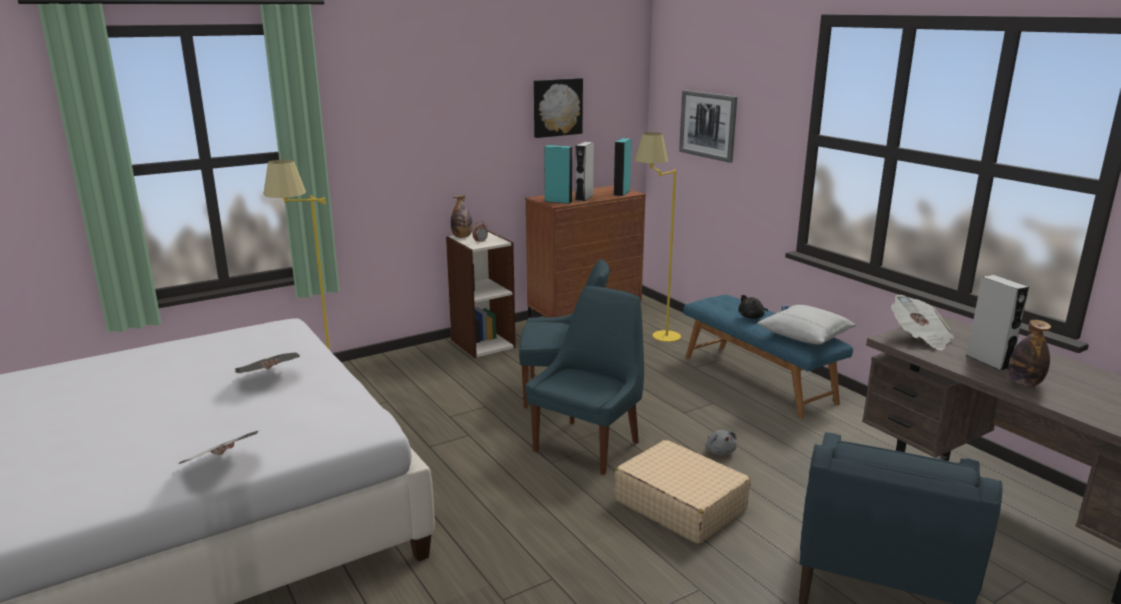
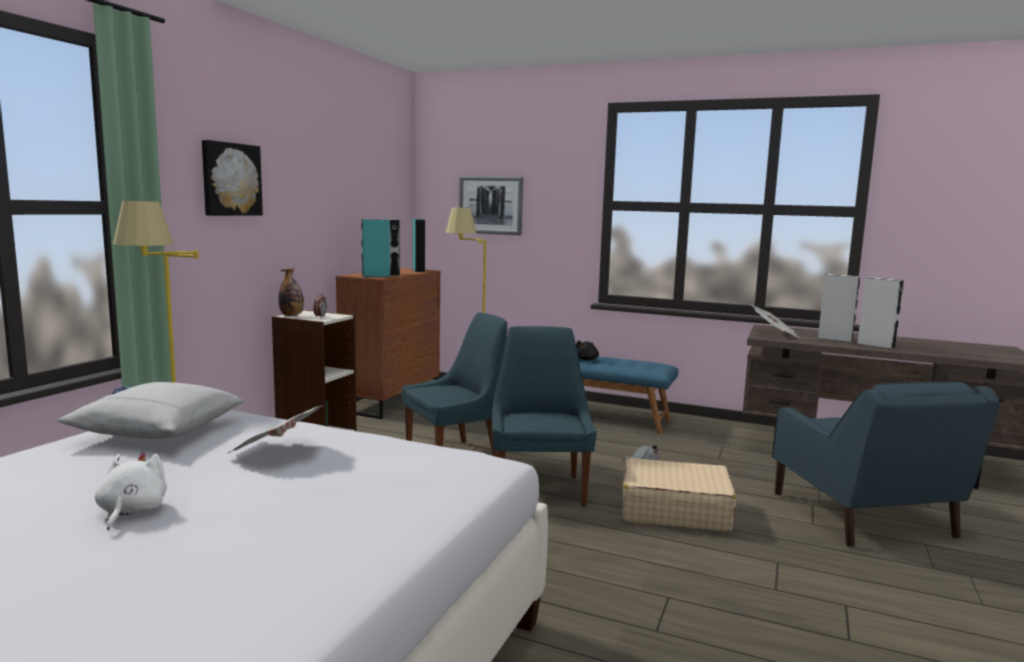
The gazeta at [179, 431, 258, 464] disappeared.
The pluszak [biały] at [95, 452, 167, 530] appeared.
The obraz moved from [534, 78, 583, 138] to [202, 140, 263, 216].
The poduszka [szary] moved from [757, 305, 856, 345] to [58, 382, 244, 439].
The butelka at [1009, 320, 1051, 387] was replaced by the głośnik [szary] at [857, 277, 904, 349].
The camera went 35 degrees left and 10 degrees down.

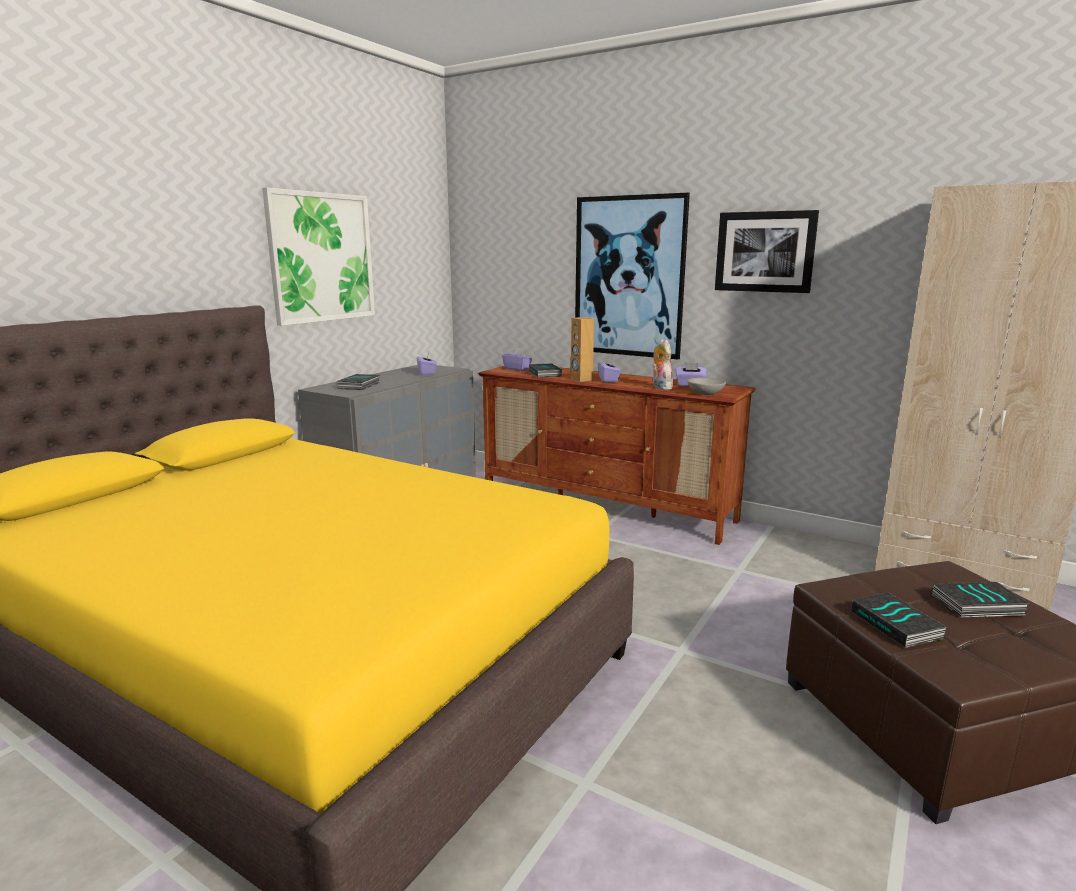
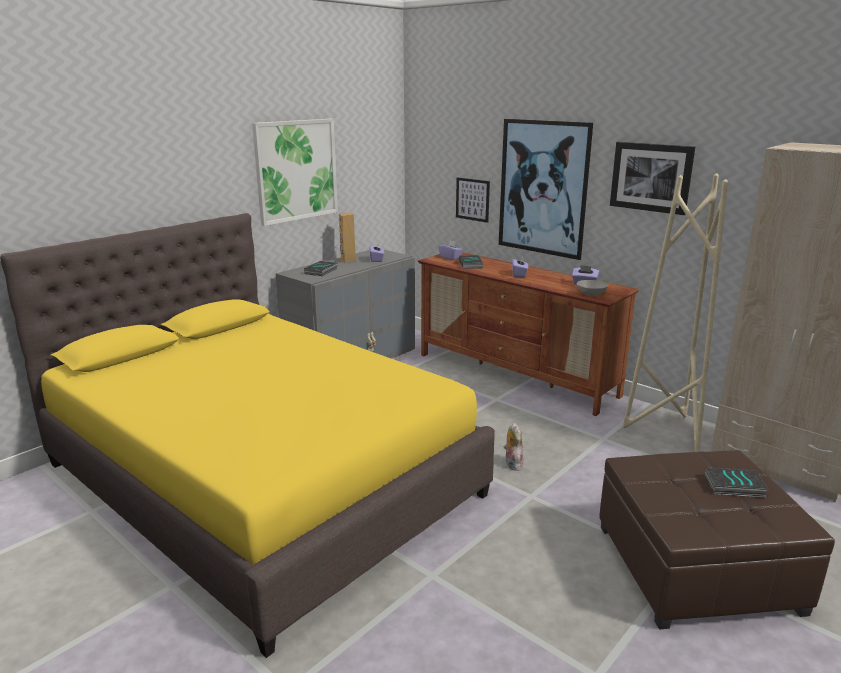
The książka at [851, 592, 948, 648] disappeared.
The obraz at [456, 177, 490, 223] appeared.
The wieszak [beżowy] at [623, 173, 728, 452] appeared.
The głośnik [brązowy] moved from [571, 317, 594, 382] to [339, 213, 356, 263].
The pluszak moved from [652, 339, 673, 390] to [504, 423, 524, 471].
The camera went 10 degrees right and 5 degrees up.

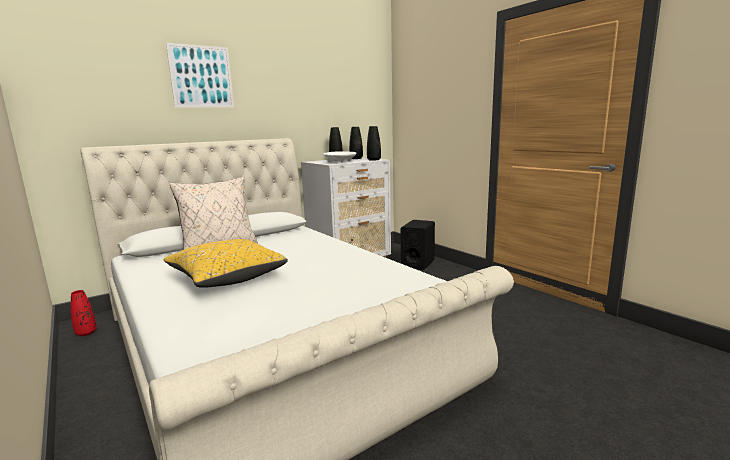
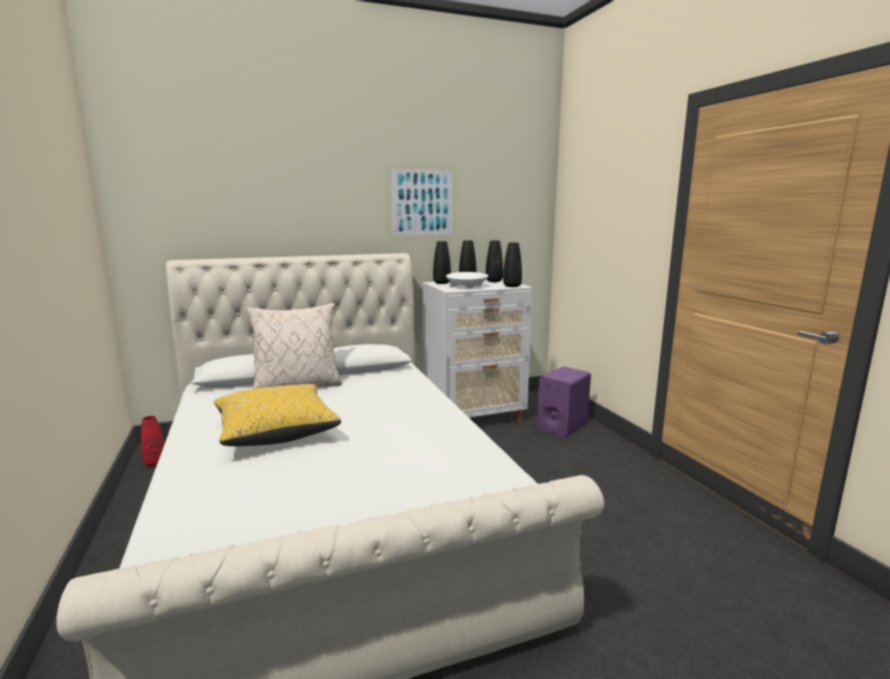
The wazon [czarny] at [433, 241, 451, 284] appeared.
The obraz moved from [166, 43, 234, 107] to [391, 169, 453, 235].
The głośnik [czarny] at [401, 220, 435, 270] became the głośnik [fioletowy] at [537, 366, 591, 437].
The camera went 15 degrees right and 0 degrees up.

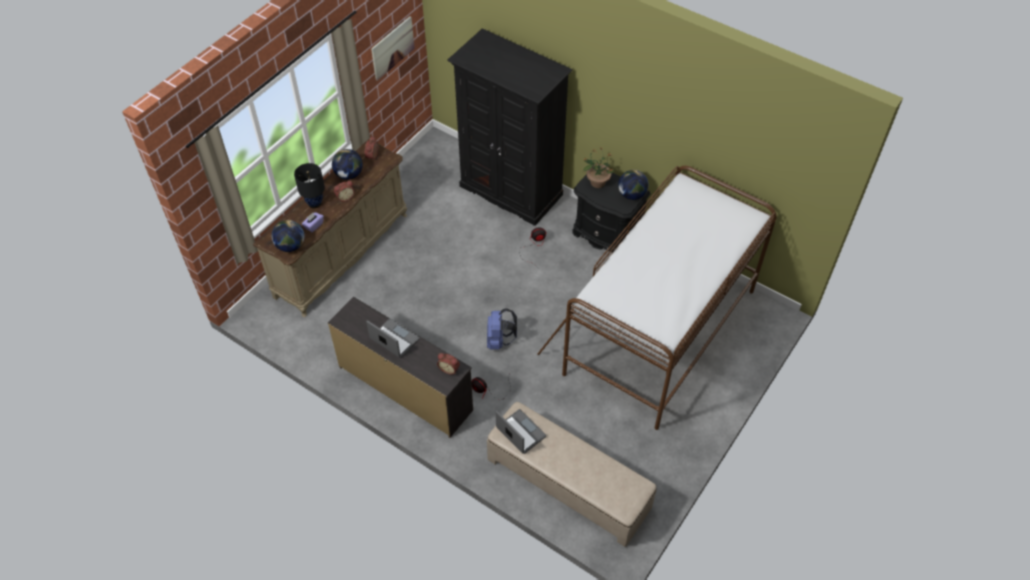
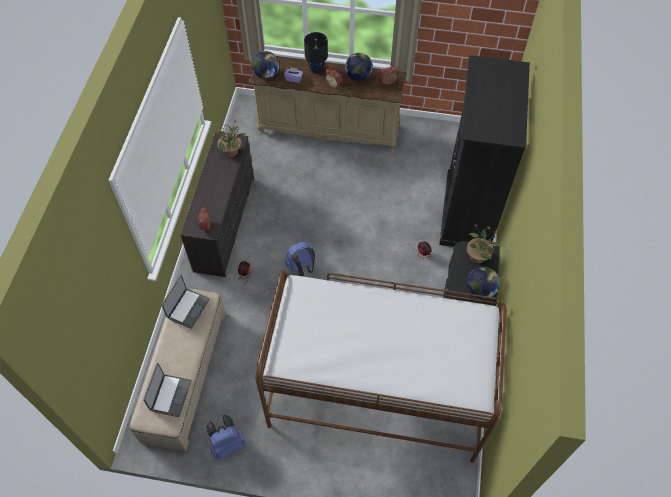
The obraz at [371, 16, 415, 81] disappeared.
The plecak [niebieski] at [207, 415, 246, 460] appeared.
The roślina doniczkowa at [211, 119, 246, 157] appeared.
The laptop moved from [366, 318, 420, 358] to [143, 363, 192, 417].
The camera went 65 degrees right and 5 degrees up.

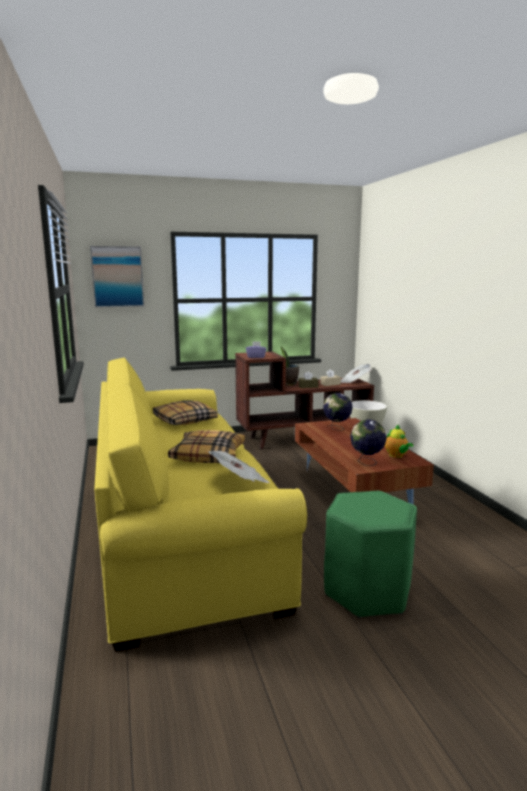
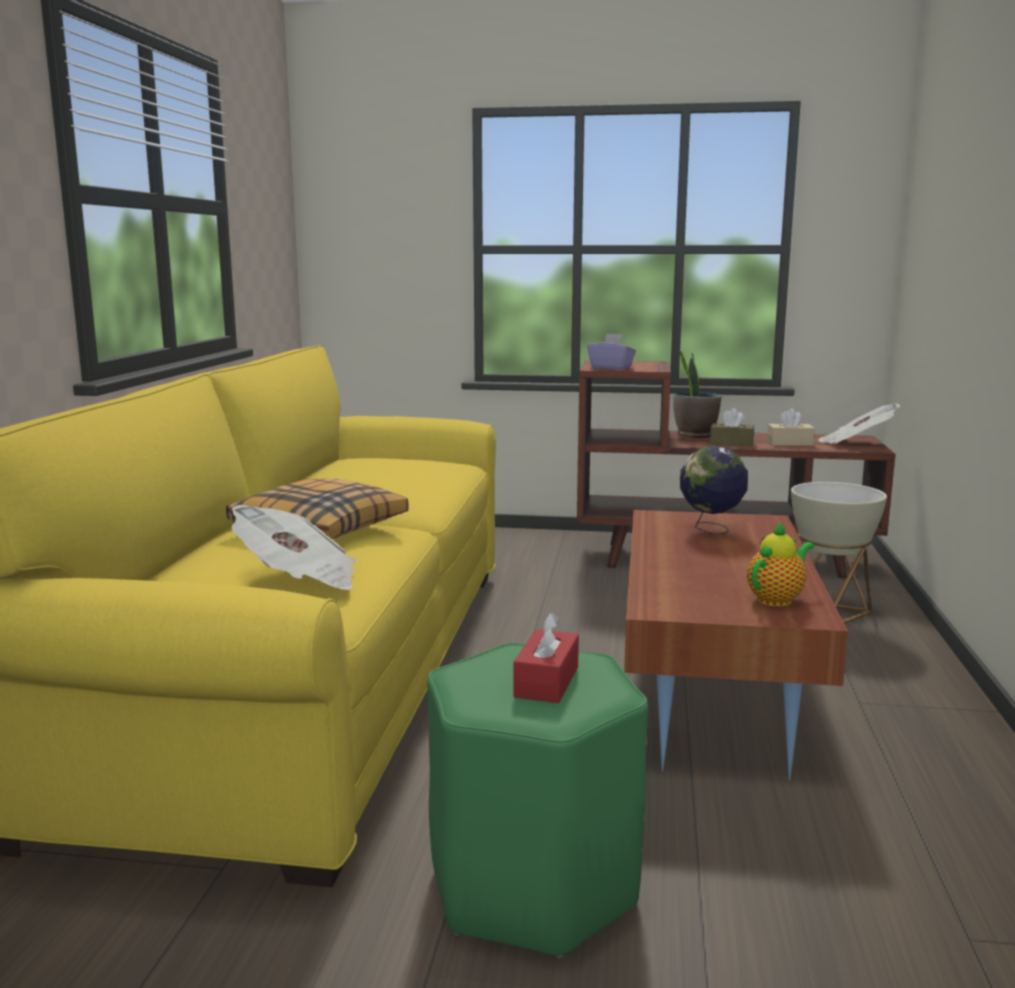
The obraz at [90, 246, 144, 308] disappeared.
The poduszka at [153, 400, 218, 425] disappeared.
The globus at [350, 420, 387, 466] disappeared.
The pudełko chusteczek [czerwony] at [513, 613, 579, 703] appeared.
The imbryk at [385, 424, 414, 458] turned 135 degrees counterclockwise.
The camera went 25 degrees right and 0 degrees up.

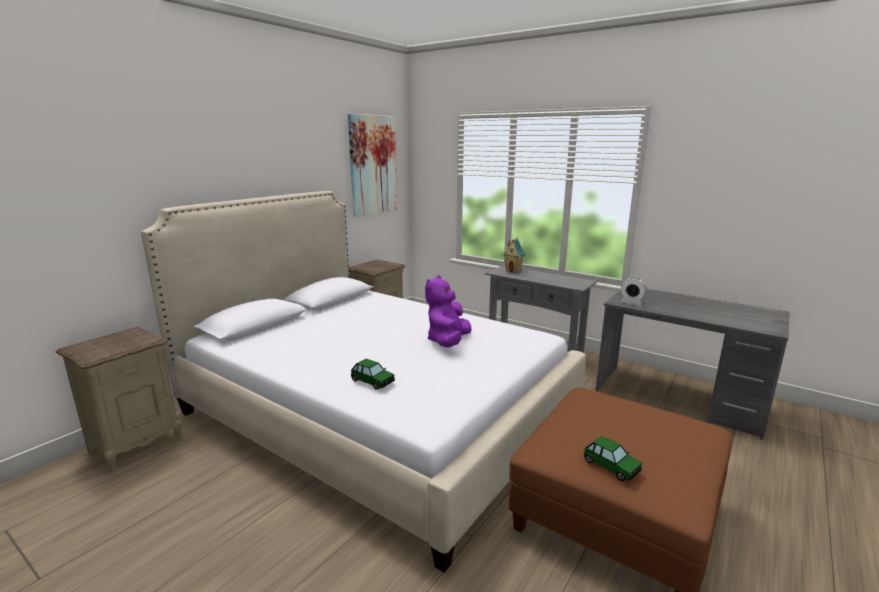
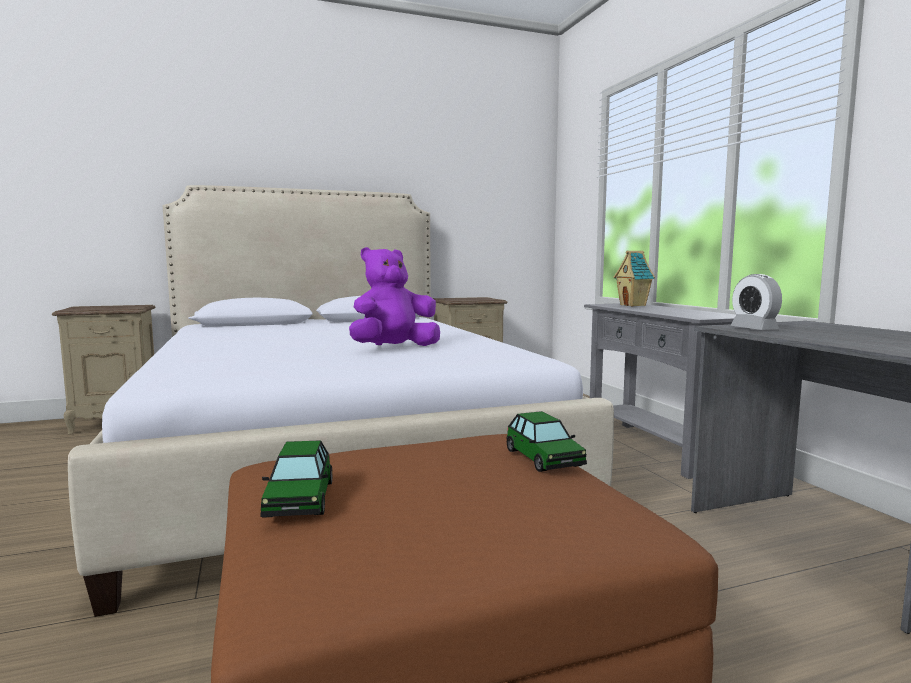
The obraz at [348, 114, 397, 217] disappeared.
The samochodzik moved from [351, 359, 395, 390] to [507, 411, 587, 472].
The camera went 35 degrees right and 10 degrees down.

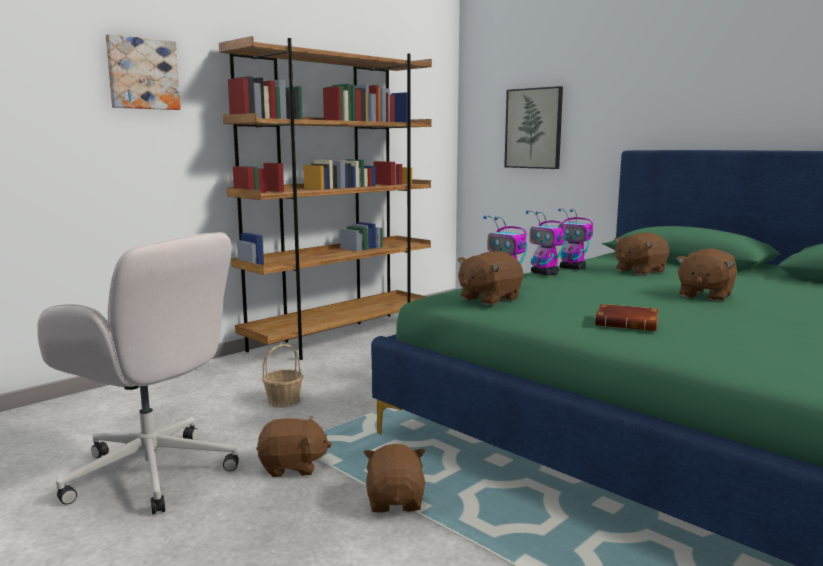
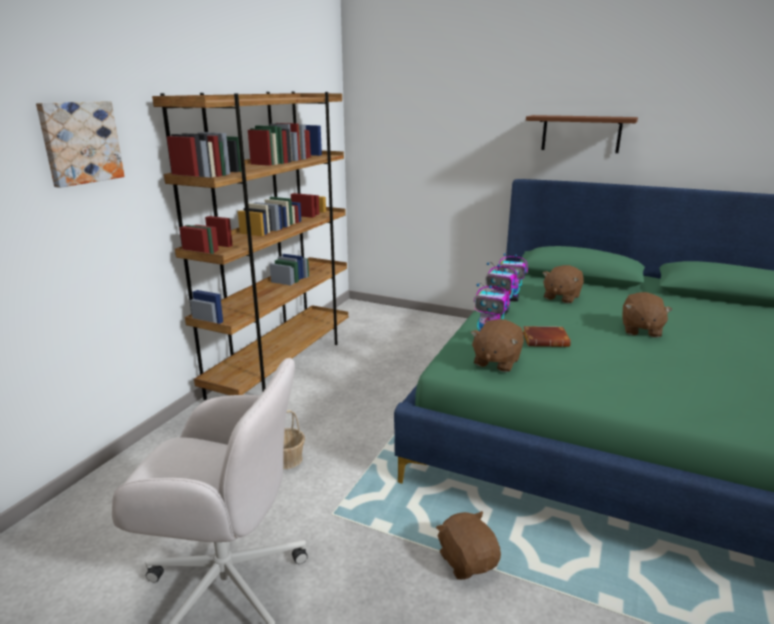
The pluszak [brązowy] at [256, 416, 332, 477] disappeared.
The obraz at [504, 86, 563, 169] disappeared.
The półka [brązowy] at [526, 115, 638, 153] appeared.
The książka [brązowy] moved from [595, 304, 659, 331] to [523, 326, 571, 347].
The camera went 20 degrees left and 10 degrees up.

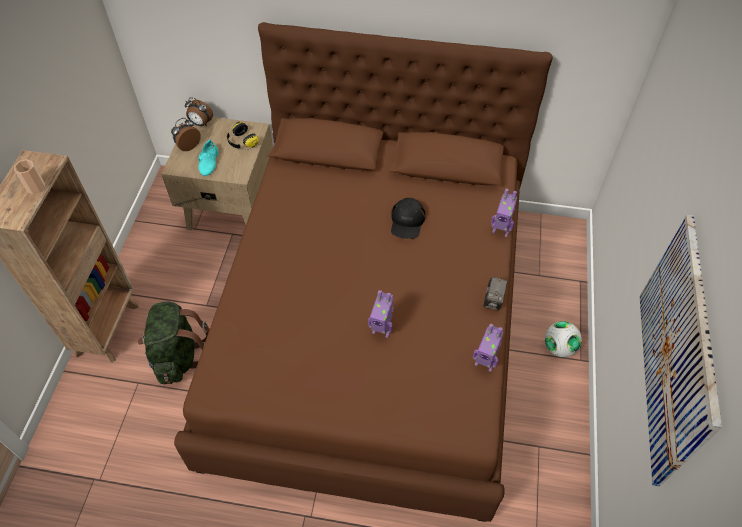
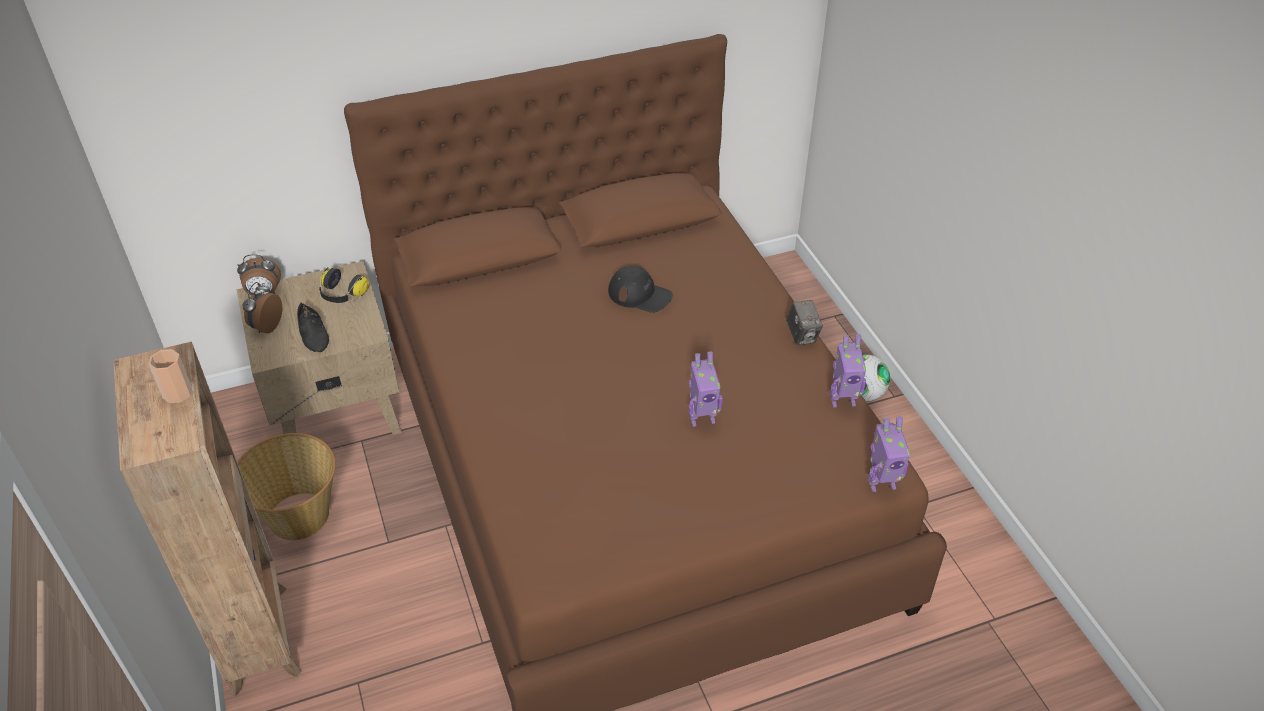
The plecak [zielony] at [137, 302, 210, 384] disappeared.
The obraz at [640, 215, 722, 486] disappeared.
The koszyk at [237, 433, 336, 540] appeared.
The robot zabawkowy moved from [491, 189, 517, 237] to [868, 416, 910, 492].
The but [turkusowy] at [198, 140, 219, 176] became the but [czarny] at [297, 302, 329, 352].
The czapka z daszkiem [czarny] at [391, 198, 426, 239] turned 45 degrees counterclockwise.
The camera went 30 degrees left and 10 degrees down.

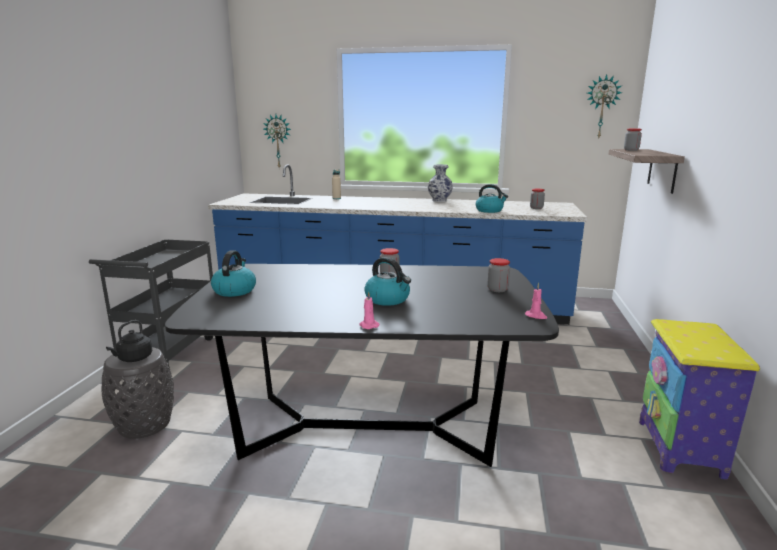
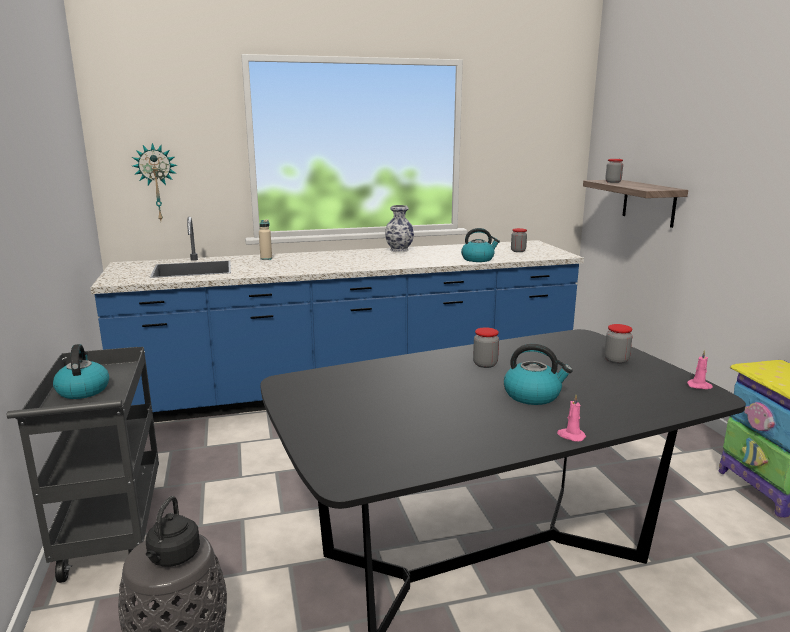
The zegar ścienny at [587, 75, 622, 139] disappeared.
The czajnik moved from [211, 250, 256, 297] to [53, 344, 109, 399].
The camera went 25 degrees left and 0 degrees up.

